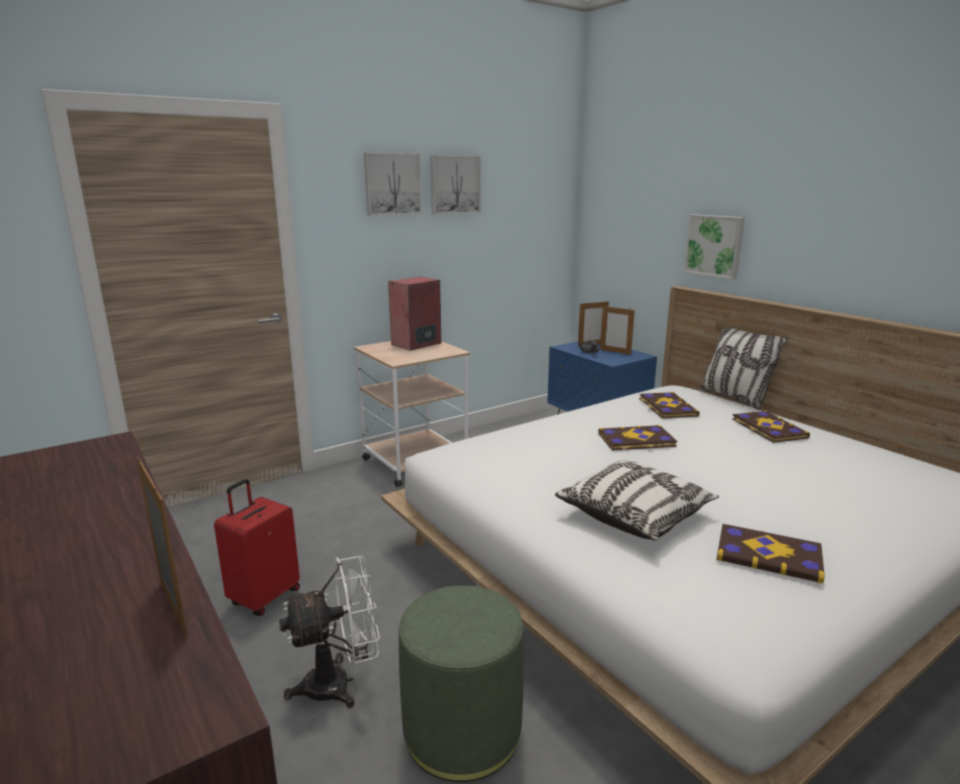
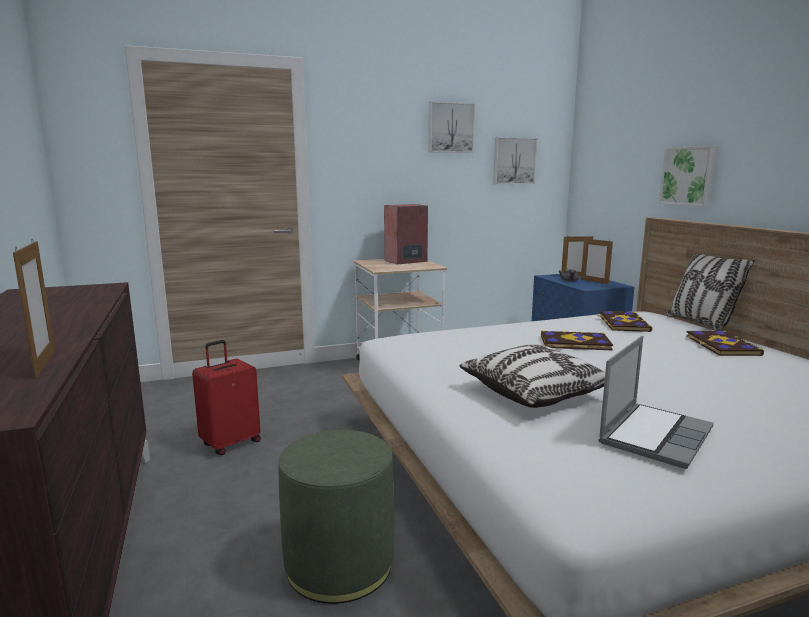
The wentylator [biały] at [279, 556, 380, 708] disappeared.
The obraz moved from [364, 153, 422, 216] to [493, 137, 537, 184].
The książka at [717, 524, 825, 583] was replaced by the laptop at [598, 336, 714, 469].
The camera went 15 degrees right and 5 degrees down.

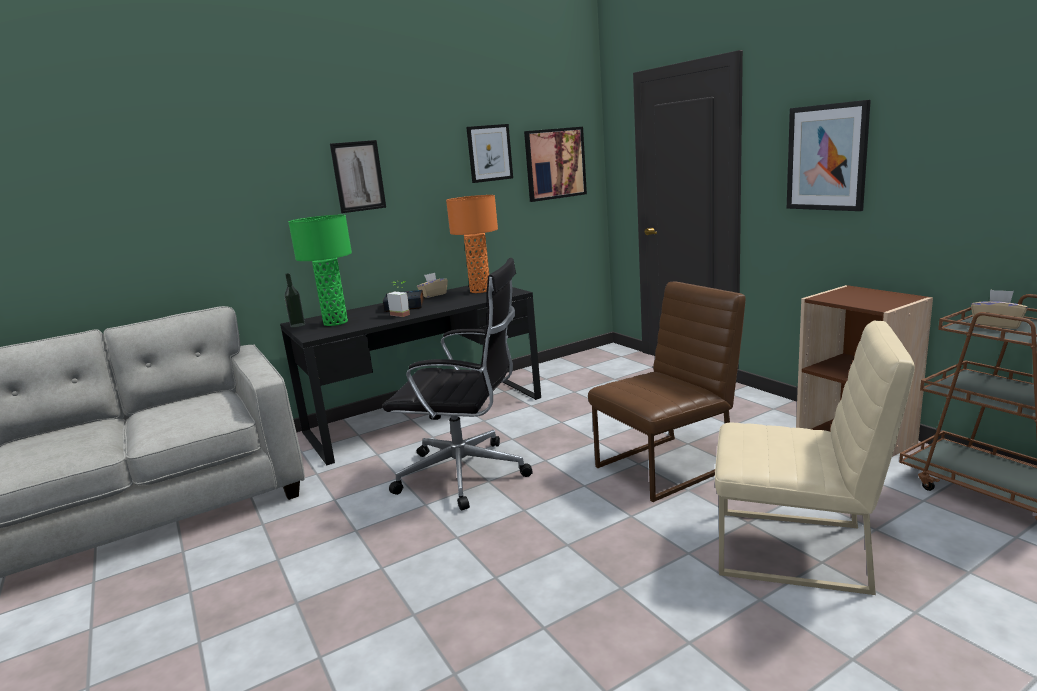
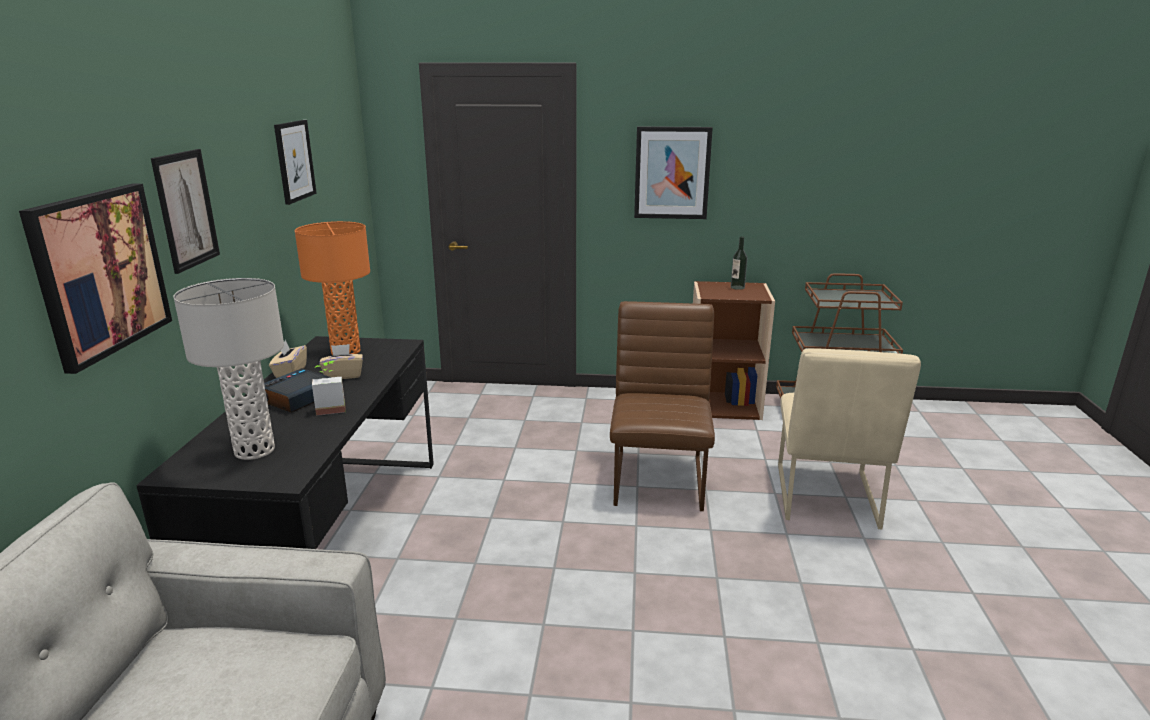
The krzesło biurowe [czarny] at [383, 258, 533, 511] disappeared.
The butelka moved from [284, 273, 305, 327] to [731, 237, 747, 290].
The obraz moved from [524, 127, 587, 202] to [19, 184, 172, 374].
The pudełko chusteczek [beżowy] moved from [971, 289, 1027, 329] to [319, 344, 363, 379].
The lampa stołowa [zielony] at [288, 215, 352, 326] became the lampa stołowa [biały] at [173, 278, 284, 460].
The krzesło [beżowy] at [715, 320, 915, 595] turned 135 degrees clockwise.
The camera went 55 degrees left and 5 degrees up.

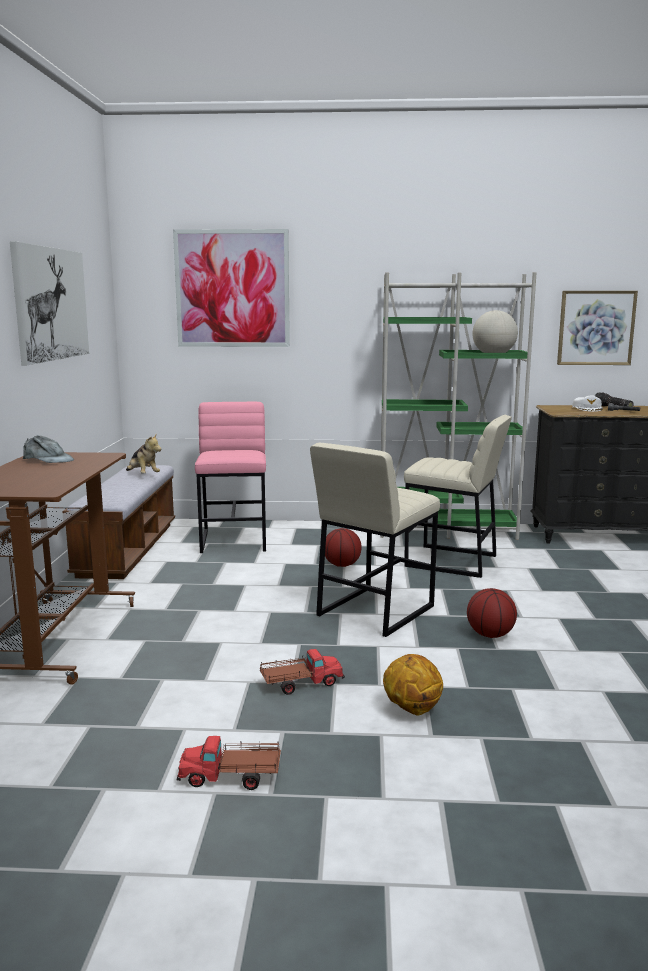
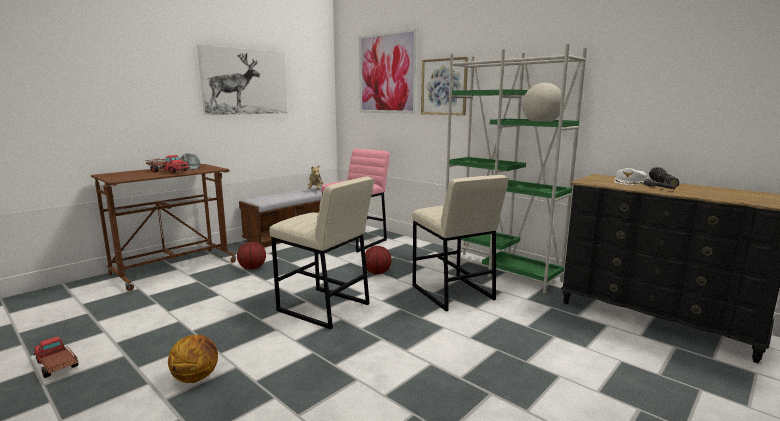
The ciężarówka zabawkowa moved from [260, 649, 345, 695] to [145, 155, 190, 174].
The piłka do koszykówki moved from [467, 588, 517, 638] to [237, 242, 266, 270].
The obraz moved from [557, 291, 638, 365] to [421, 57, 468, 115].
The krzesło [beżowy] at [310, 443, 440, 637] turned 135 degrees counterclockwise.
The camera went 40 degrees right and 0 degrees up.

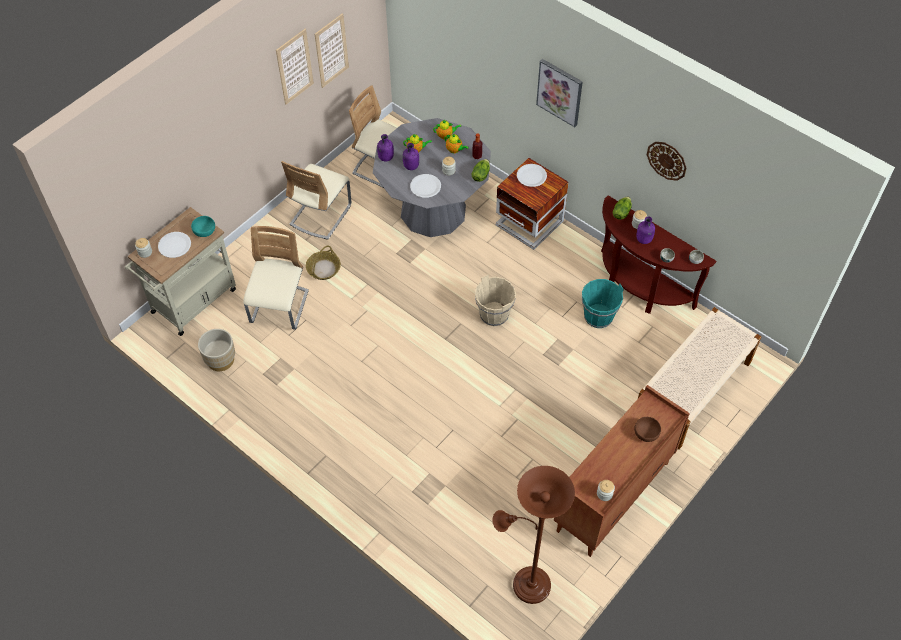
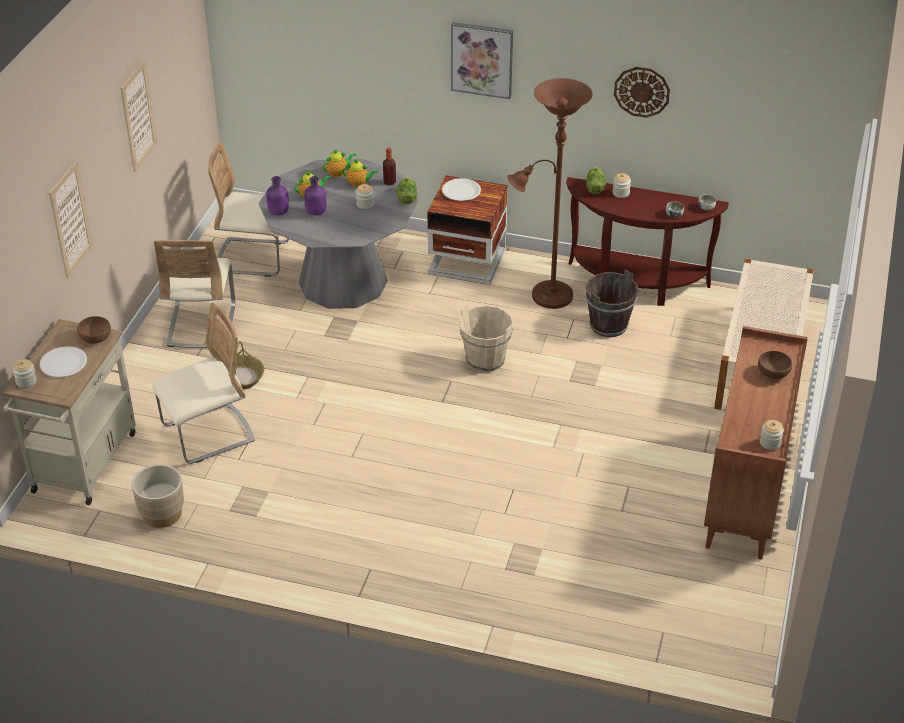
The talerz [biały] at [410, 174, 441, 198] disappeared.
The butelka [fioletowy] at [637, 217, 655, 244] disappeared.
The obraz moved from [315, 13, 349, 88] to [49, 161, 93, 278].
The lampa stojąca [brązowy] moved from [492, 466, 575, 604] to [507, 78, 593, 309].
The miska [turkusowy] at [191, 216, 215, 237] became the miska [brązowy] at [77, 316, 111, 344].
The wiadro [turkusowy] at [582, 279, 624, 328] became the wiadro [brązowy] at [585, 270, 639, 337].
The krzesło [beżowy] at [243, 226, 309, 330] turned 75 degrees clockwise.
The camera went 25 degrees left and 15 degrees down.

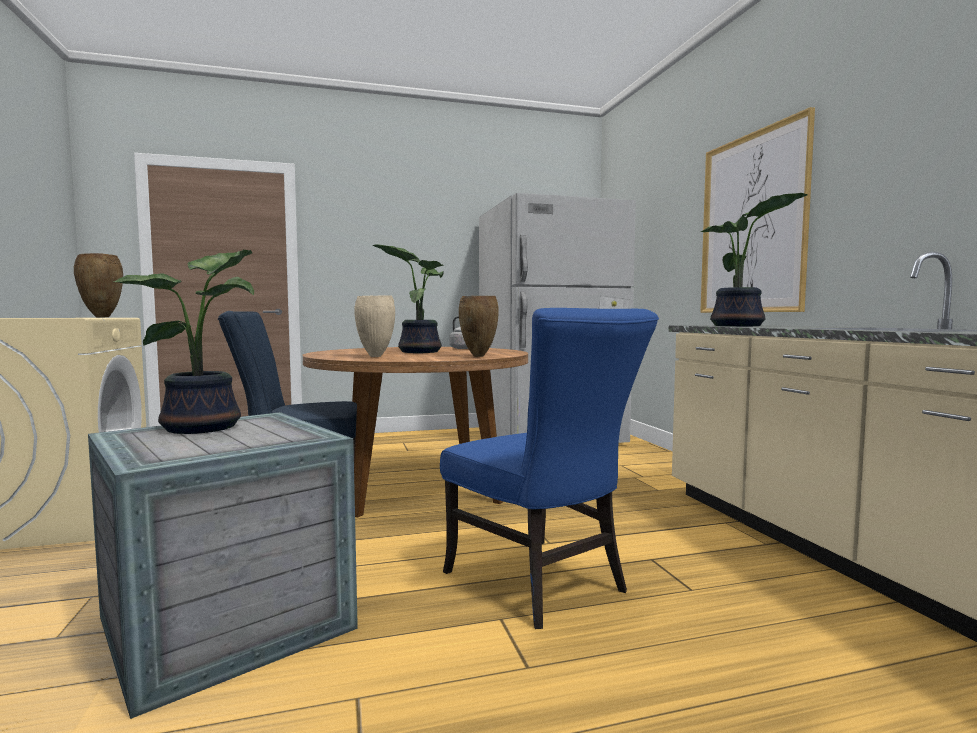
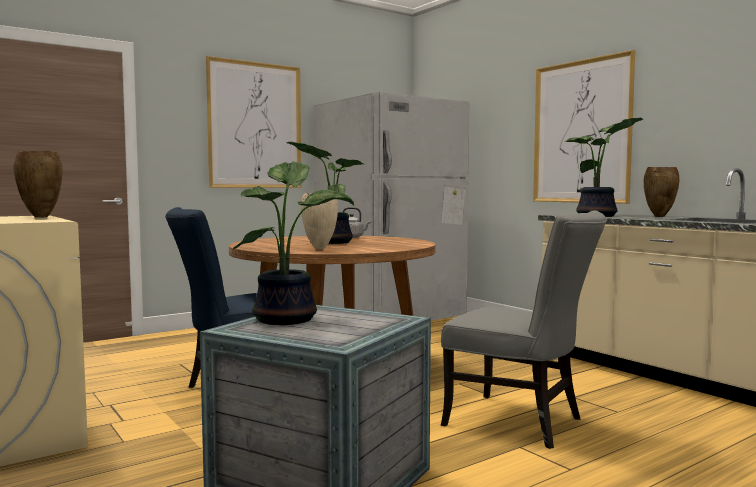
The obraz at [206, 56, 301, 188] appeared.
The wazon [brązowy] moved from [459, 296, 499, 357] to [644, 167, 679, 217].
The krzesło [niebieski] at [440, 308, 659, 629] became the krzesło [szary] at [441, 211, 607, 449].
The camera went 20 degrees left and 0 degrees up.

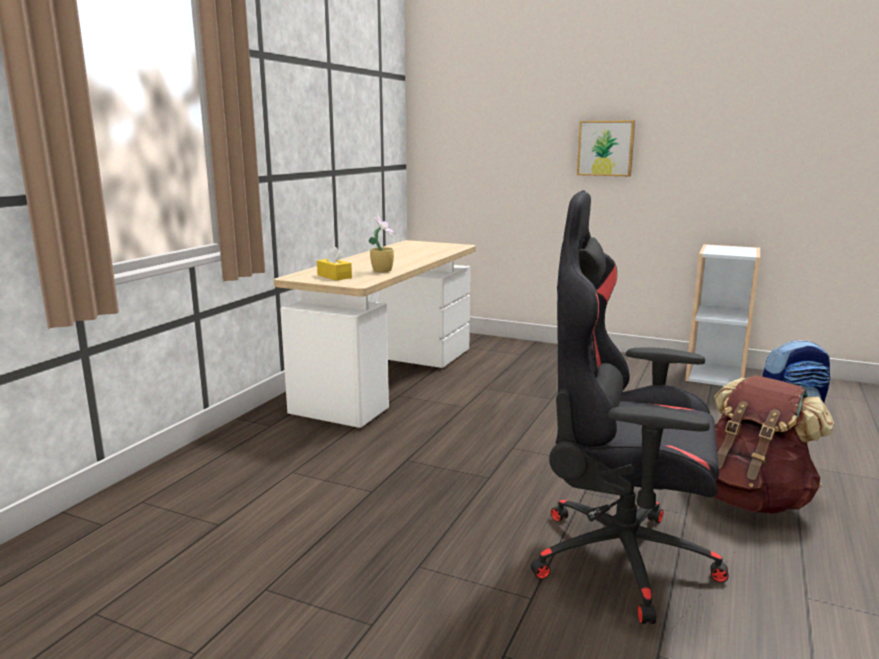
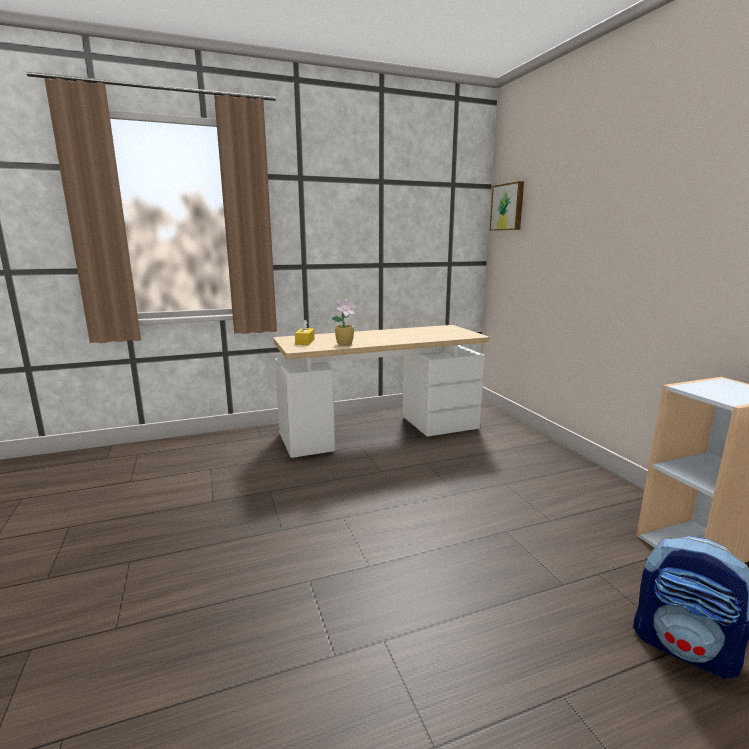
The krzesło biurowe [czarny] at [531, 190, 729, 624] disappeared.
The plecak [brązowy] at [714, 375, 835, 514] disappeared.
The obraz moved from [577, 120, 635, 176] to [490, 181, 524, 231].
The camera went 45 degrees right and 0 degrees up.

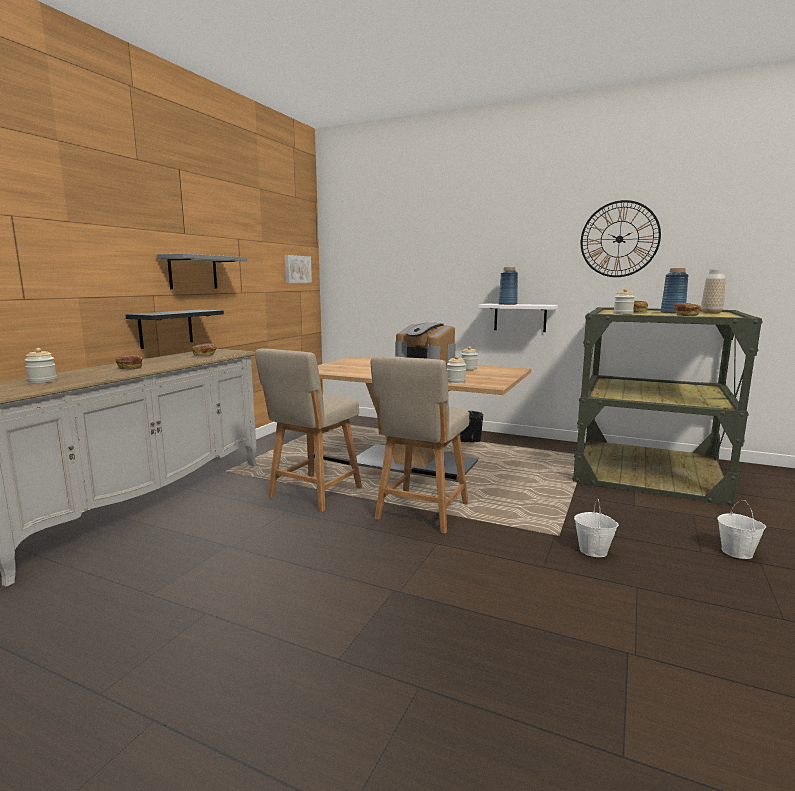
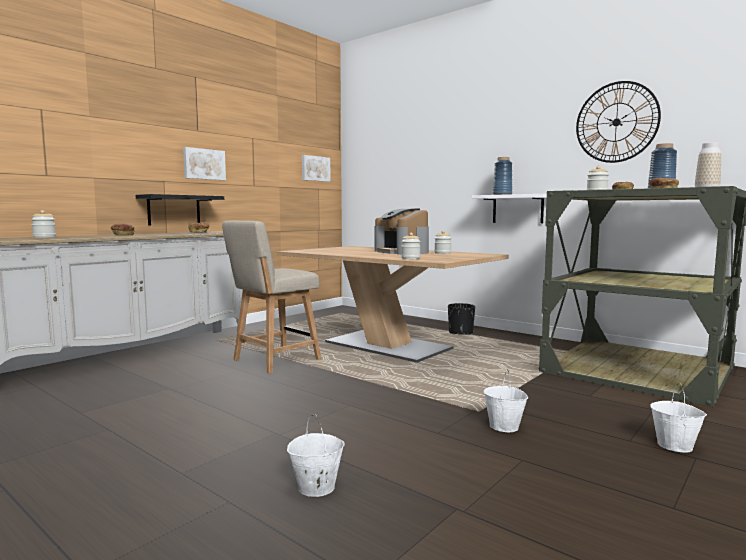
The krzesło [beżowy] at [371, 356, 469, 534] disappeared.
The wiadro [biały] at [287, 414, 344, 497] appeared.
The półka [szary] at [157, 254, 247, 289] was replaced by the obraz at [183, 147, 226, 180].
The camera went 15 degrees right and 5 degrees down.

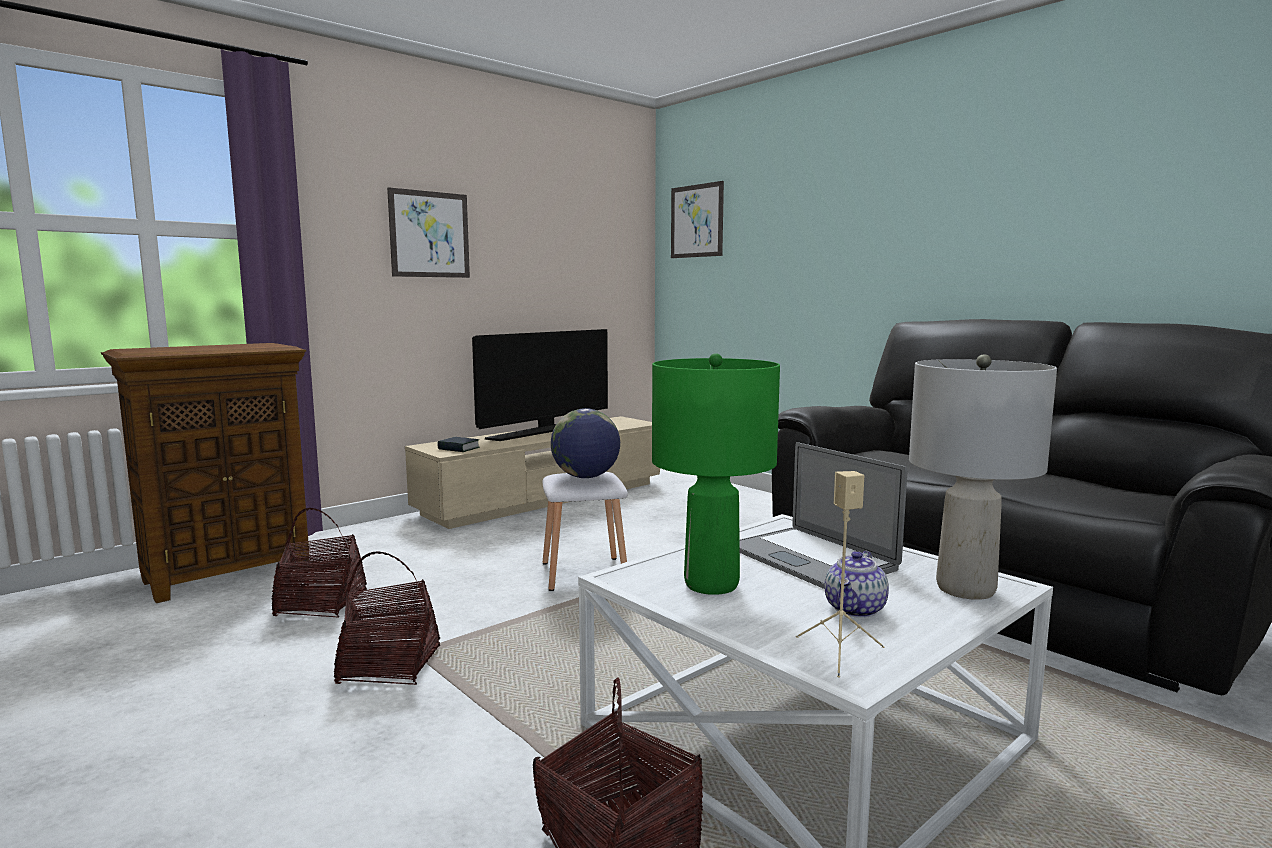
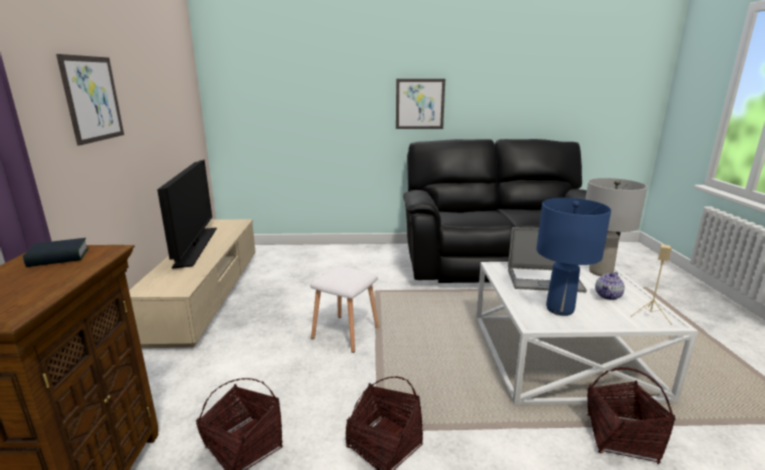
The globus at [551, 408, 620, 478] disappeared.
The książka moved from [437, 437, 480, 452] to [23, 238, 89, 267].
The obraz moved from [671, 181, 724, 258] to [396, 79, 445, 129].
The lampa stołowa [zielony] at [652, 353, 780, 595] became the lampa stołowa [niebieski] at [536, 198, 611, 316].
The imbryk at [824, 551, 889, 618] turned 60 degrees clockwise.
The camera went 50 degrees left and 10 degrees up.

